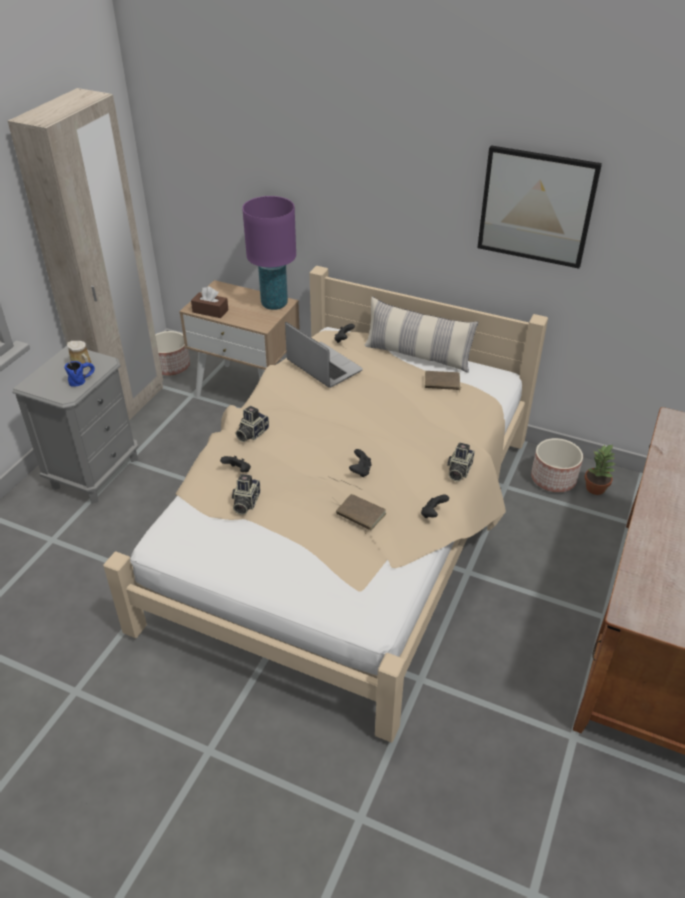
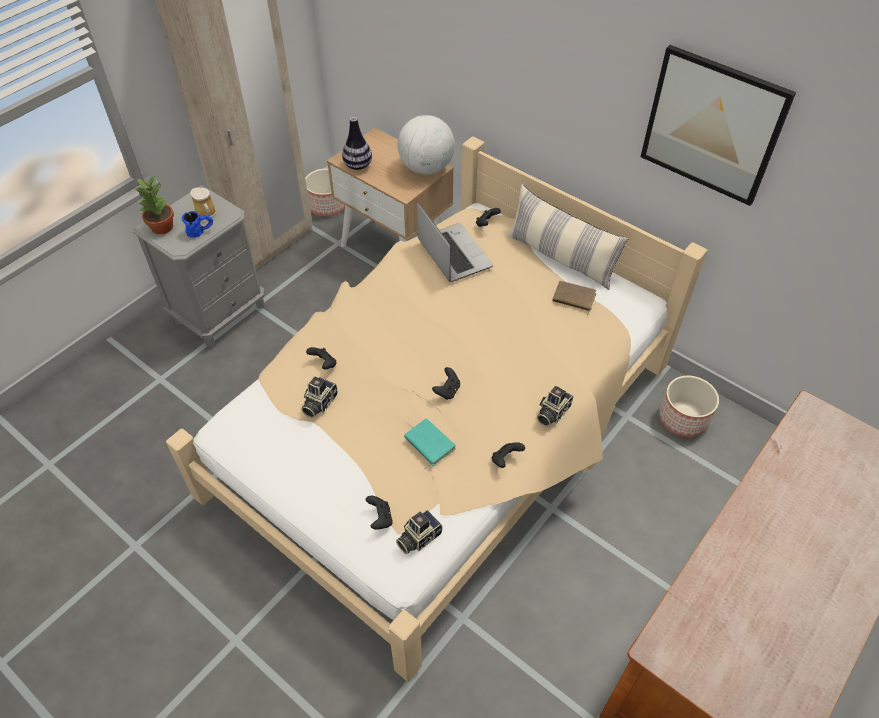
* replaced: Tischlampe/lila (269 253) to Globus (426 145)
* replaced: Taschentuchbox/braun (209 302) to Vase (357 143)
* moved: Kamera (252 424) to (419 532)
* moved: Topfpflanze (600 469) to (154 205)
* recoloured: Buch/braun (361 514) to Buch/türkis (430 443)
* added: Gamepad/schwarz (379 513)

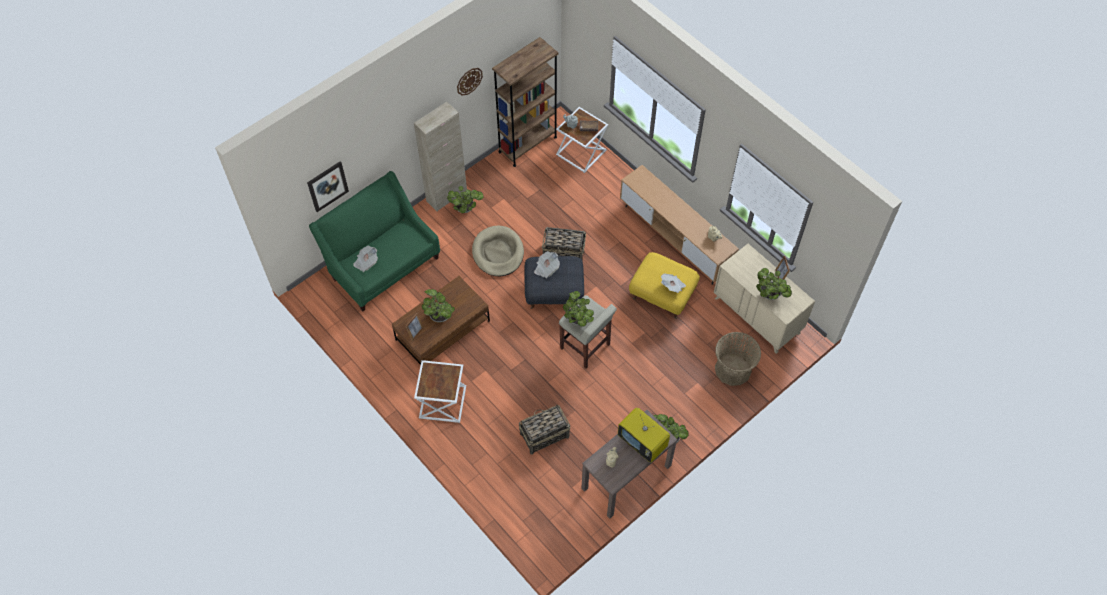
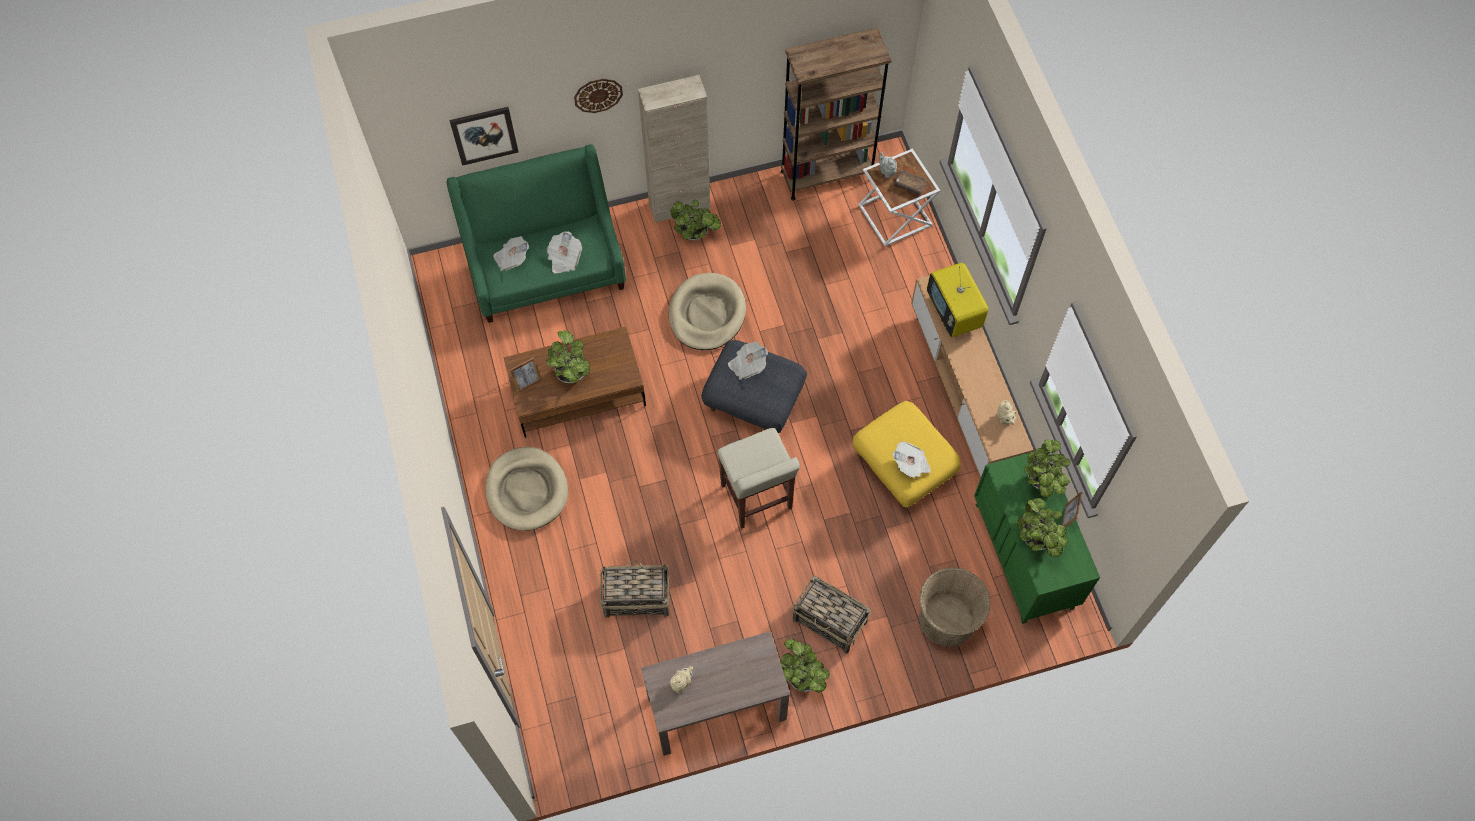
* moved: Wanduhr (470 82) to (598 96)
* moved: Korb (564 243) to (831 614)
* recoloured: Kommode/beige (764 299) to Kommode/grün (1037 537)
* moved: Topfpflanze (578 309) to (1048 469)
* replaced: Beistelltisch/weiß (440 391) to Hundebett/beige (526 489)
* moved: Fernseher (644 435) to (958 300)
* added: Zeitung (564 252)

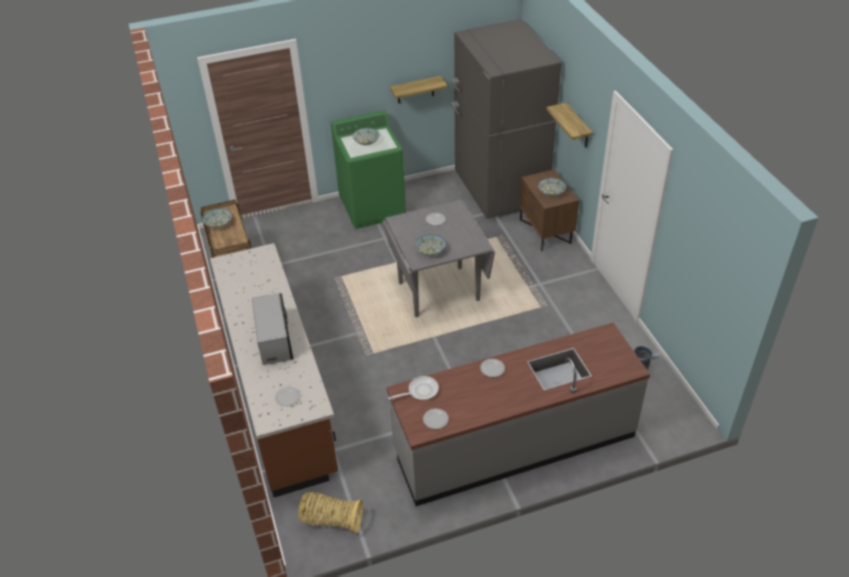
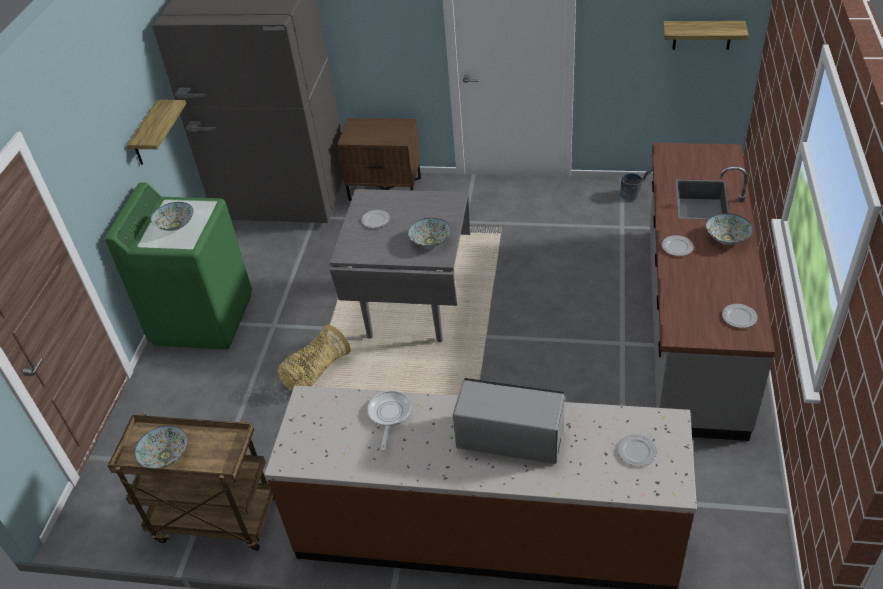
* moved: Wandregal (569 125) to (706 35)
* moved: Schüssel (552 187) to (729 228)
* moved: Pfanne (413 388) to (389 421)
* moved: Korb (330 512) to (313 358)

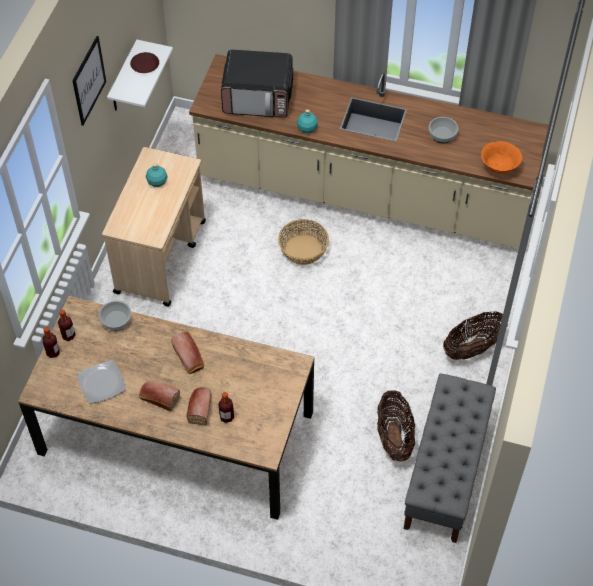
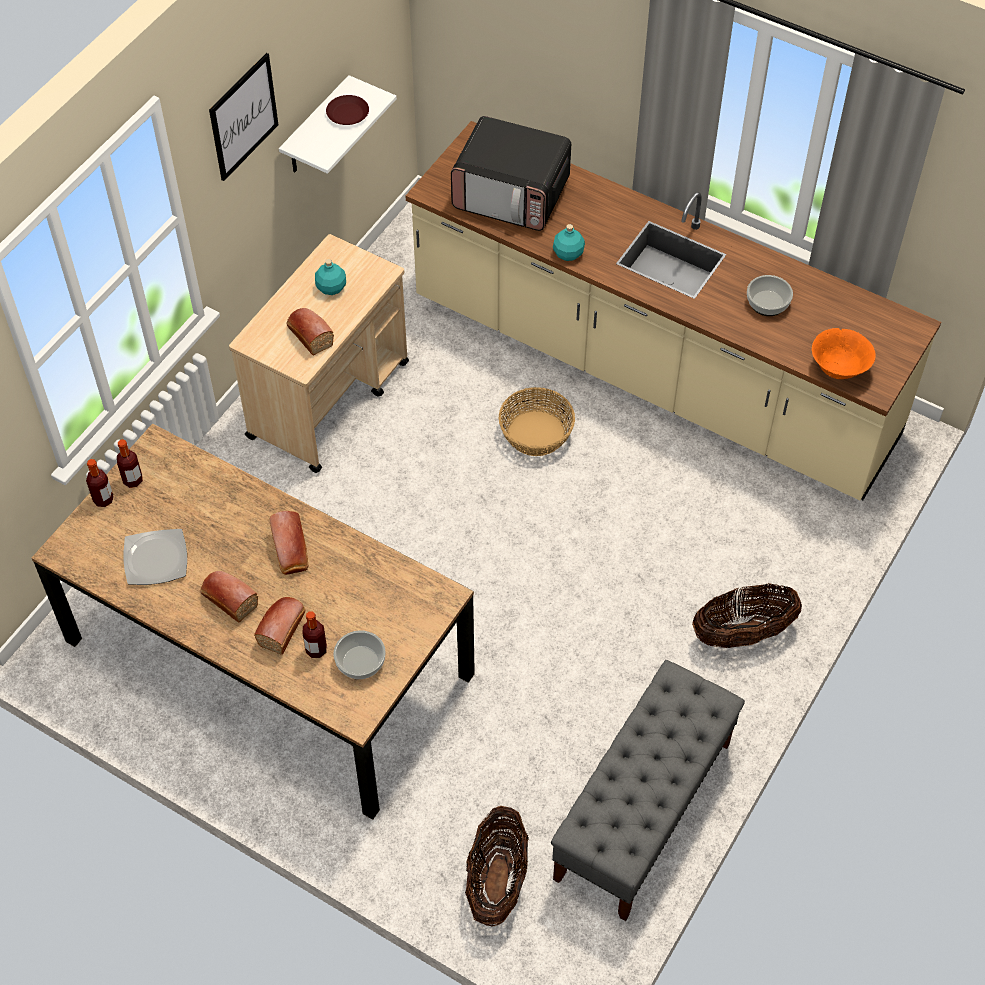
* moved: Schüssel (115 316) to (359 654)
* moved: Korb (396 425) to (497 866)
* added: Brot (310 332)

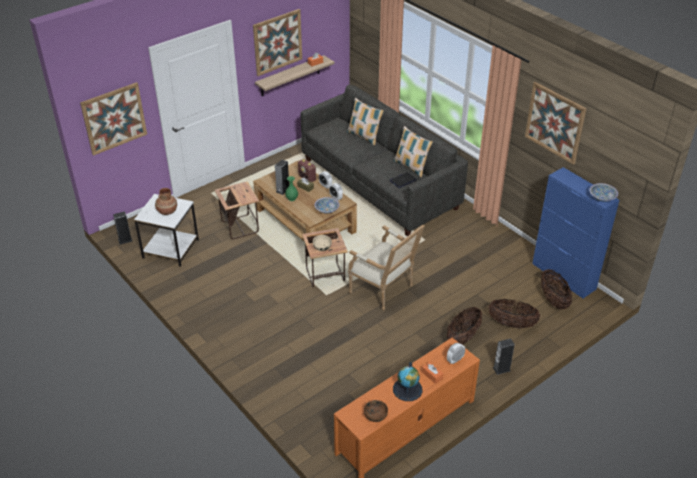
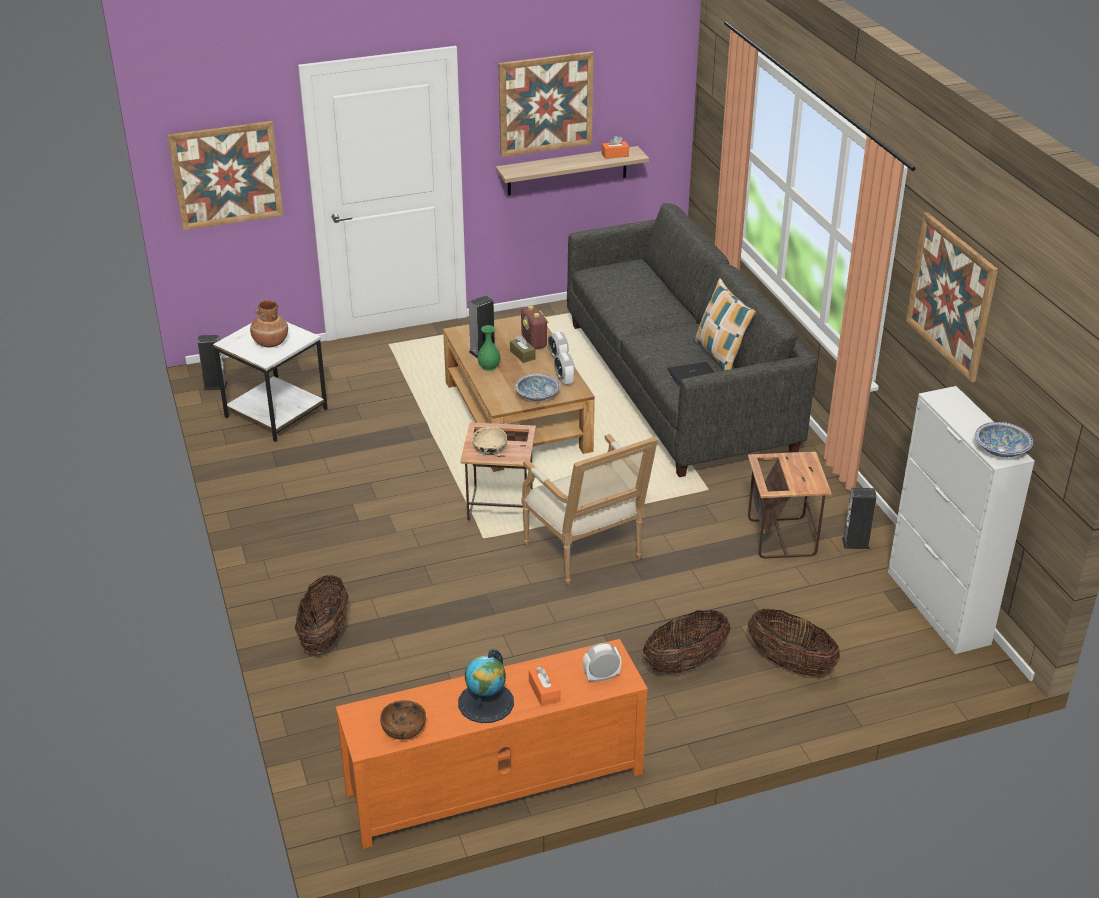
* removed: Kissen (365 121)
* recoloured: Schrank/blau (576 232) to Schrank/weiß (961 520)
* moved: Beistelltisch (237 210) to (790 505)
* moved: Korb (556 289) to (321 614)
* moved: Lautsprecher (503 356) to (859 518)

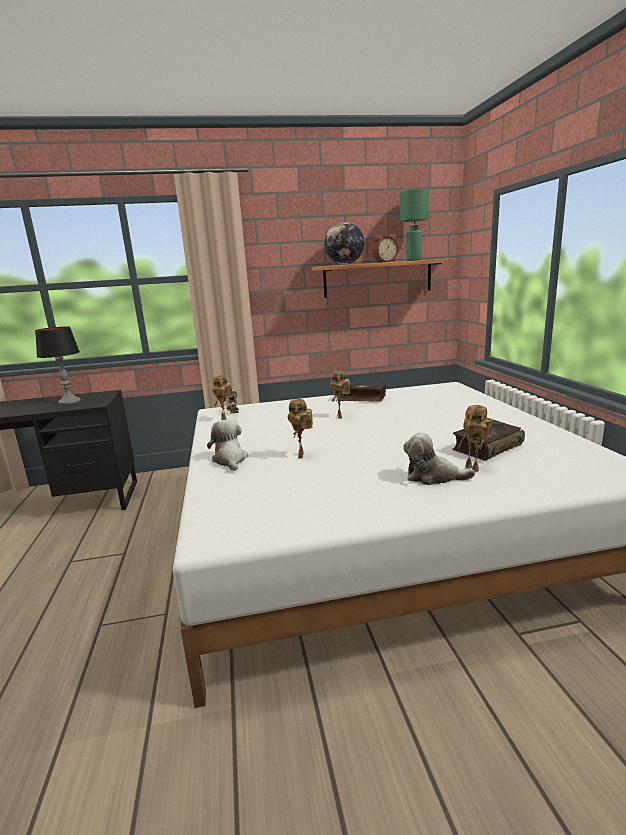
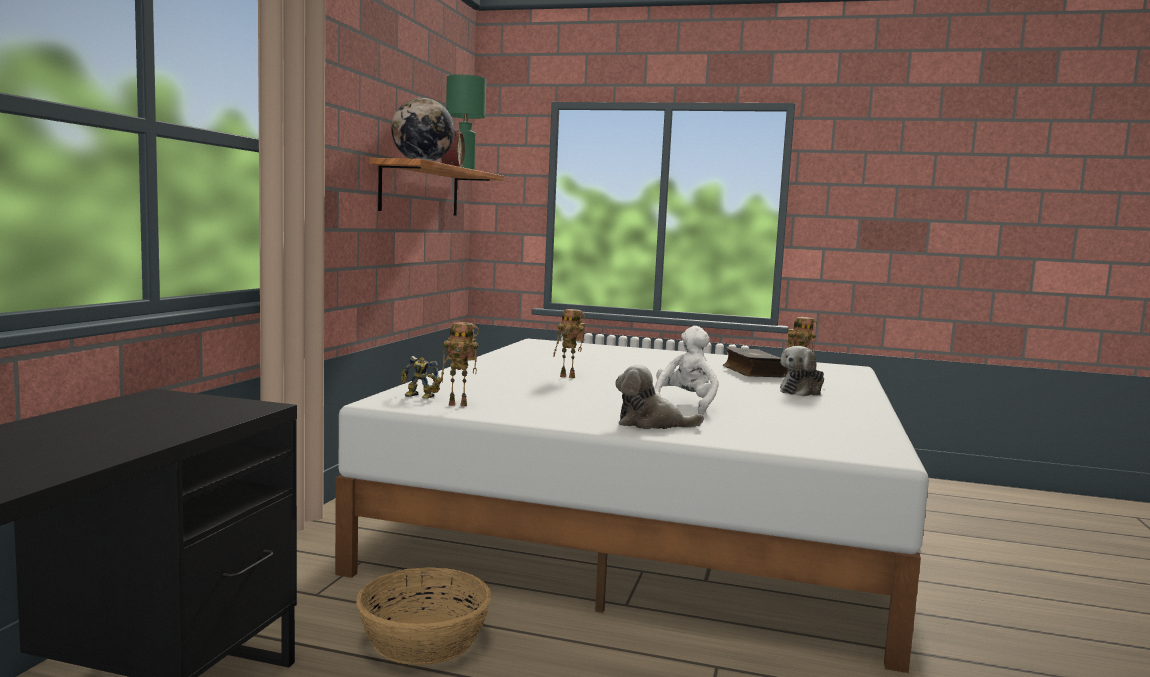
* removed: Tischlampe (58 366)
* removed: Buch (363 393)
* replaced: Spielzeugroboter (300 428) to Plüschtier/weiß (686 370)
* added: Korb (423 616)

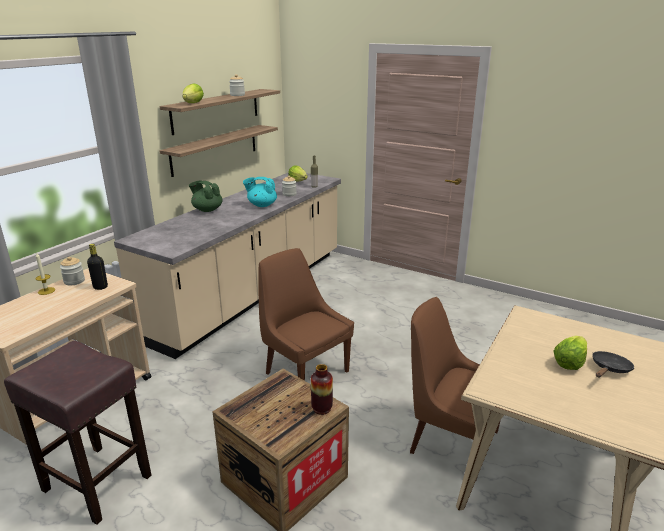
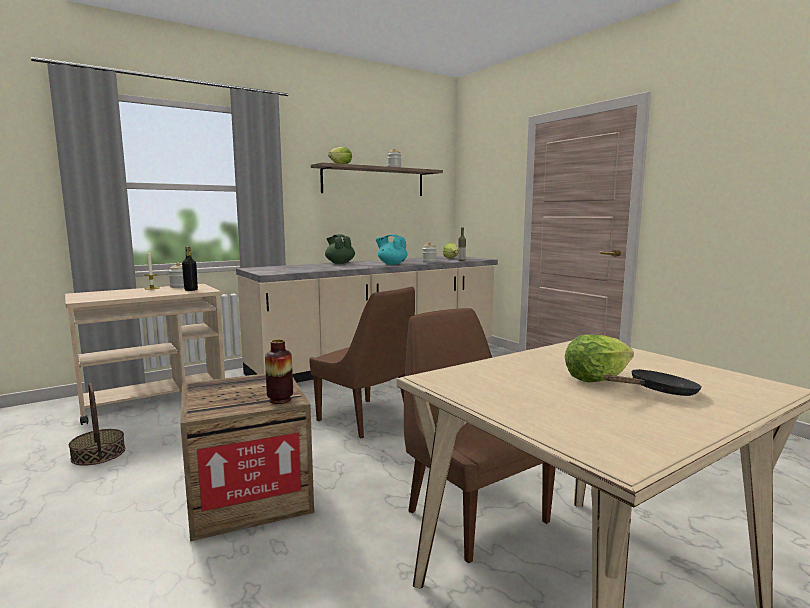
* removed: Wandregal (218 151)
* turned: Stuhl/braun (306 314) = (362 362) 150 degrees clockwise
* replaced: Hocker/braun (78 433) to Korb (97 424)

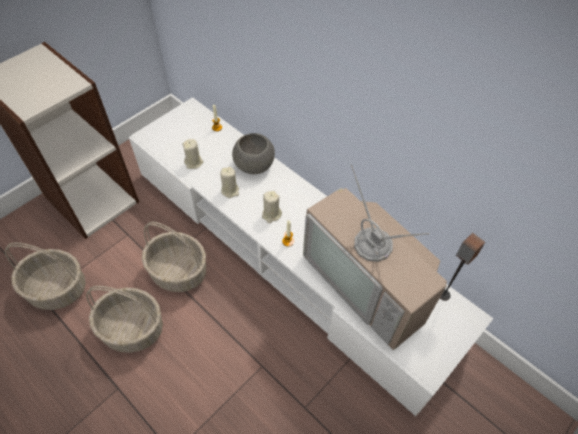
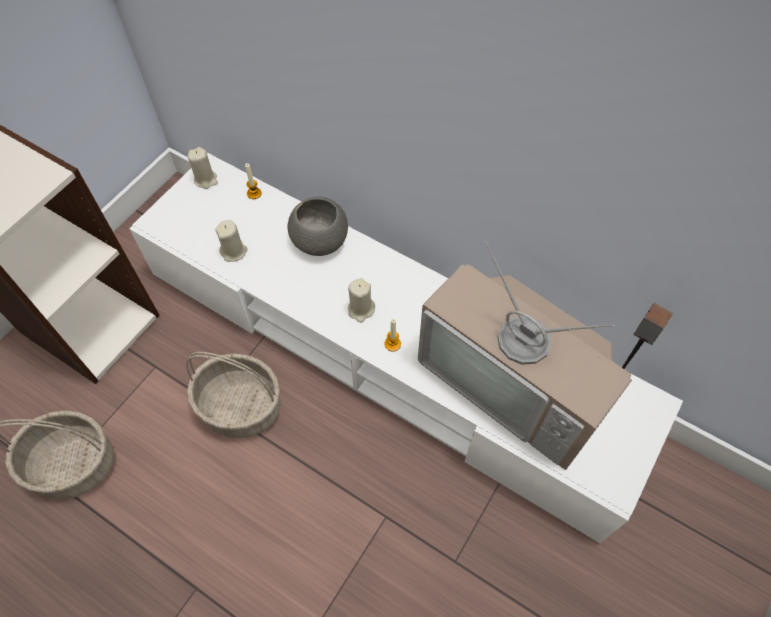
* moved: Kerze/beige (229 182) to (203 168)
* removed: Korb (124 319)

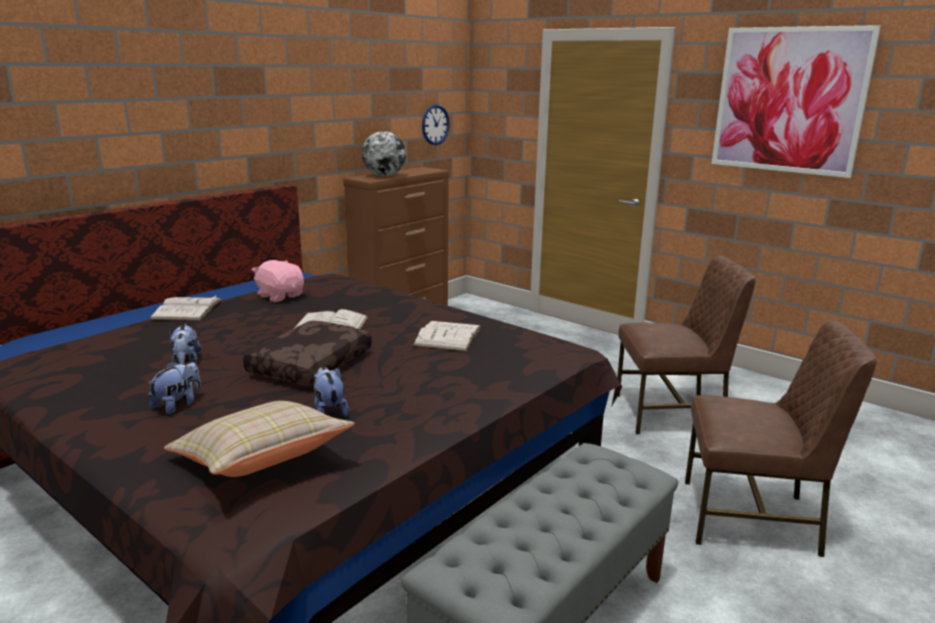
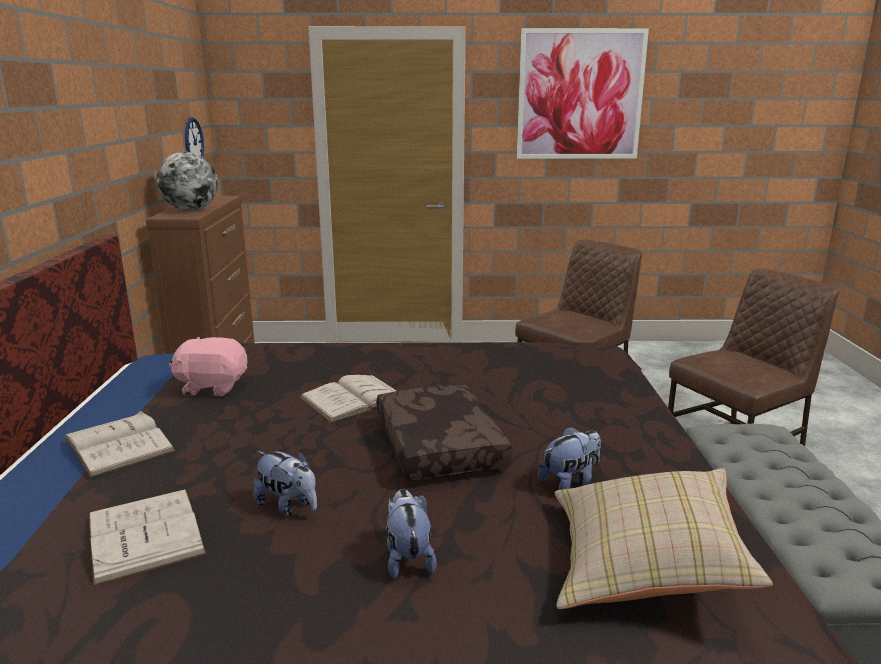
* moved: Buch/weiß (447 336) to (147 537)
* turned: Plüschtier (331 391) = (569 458) 120 degrees clockwise

